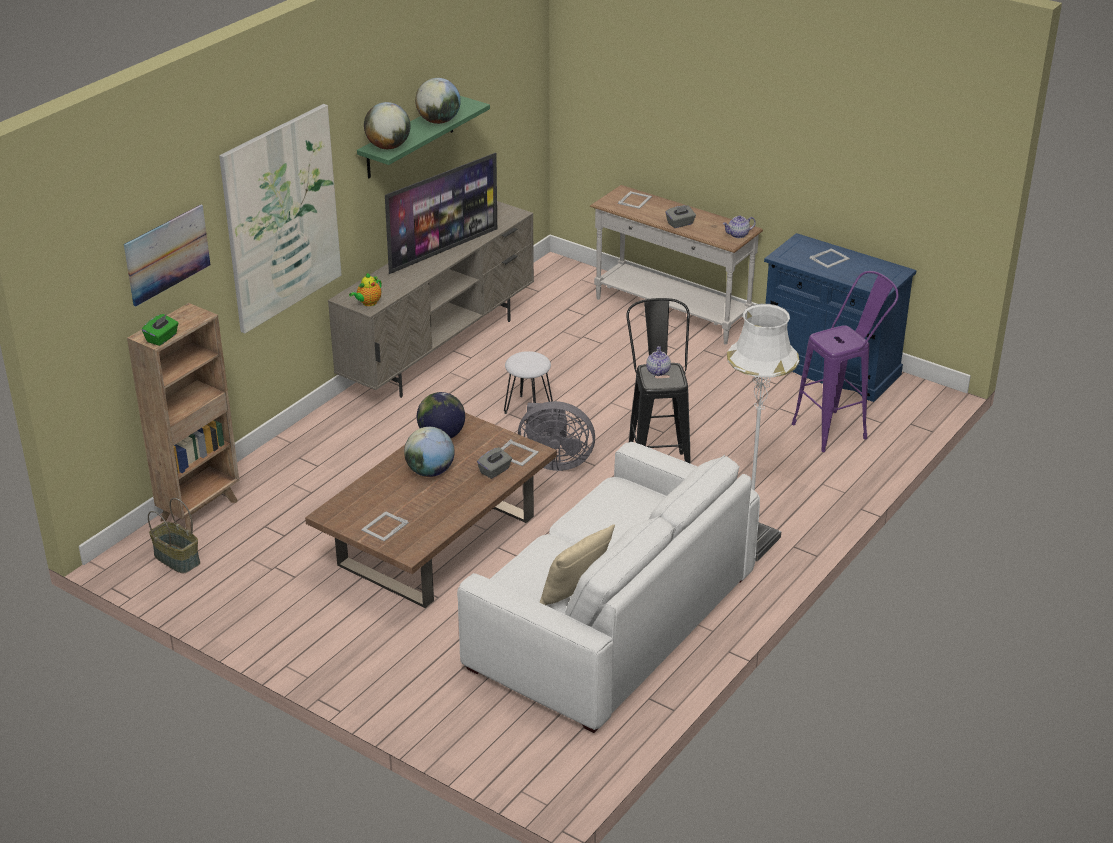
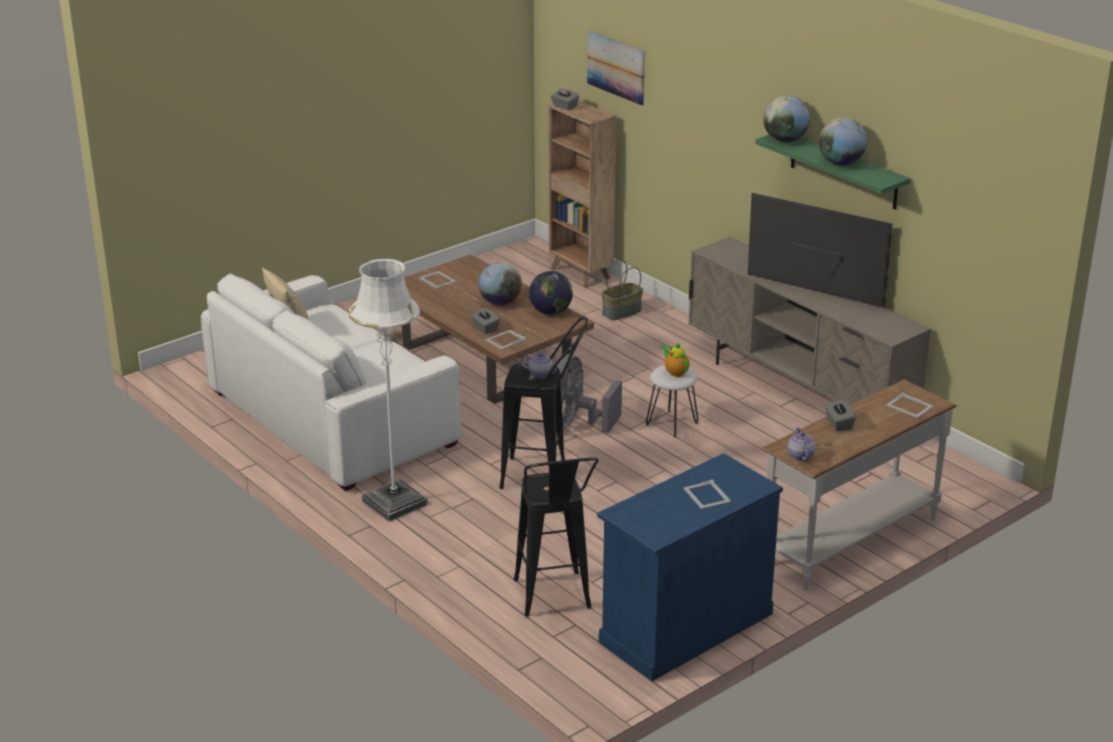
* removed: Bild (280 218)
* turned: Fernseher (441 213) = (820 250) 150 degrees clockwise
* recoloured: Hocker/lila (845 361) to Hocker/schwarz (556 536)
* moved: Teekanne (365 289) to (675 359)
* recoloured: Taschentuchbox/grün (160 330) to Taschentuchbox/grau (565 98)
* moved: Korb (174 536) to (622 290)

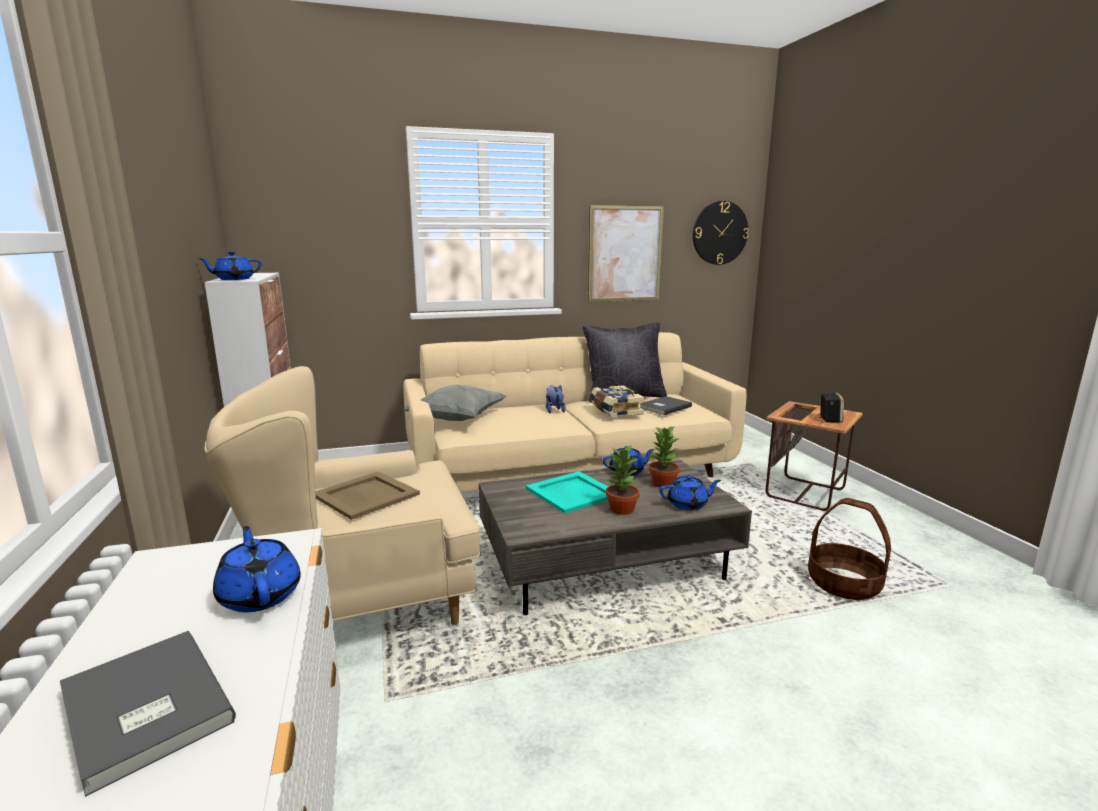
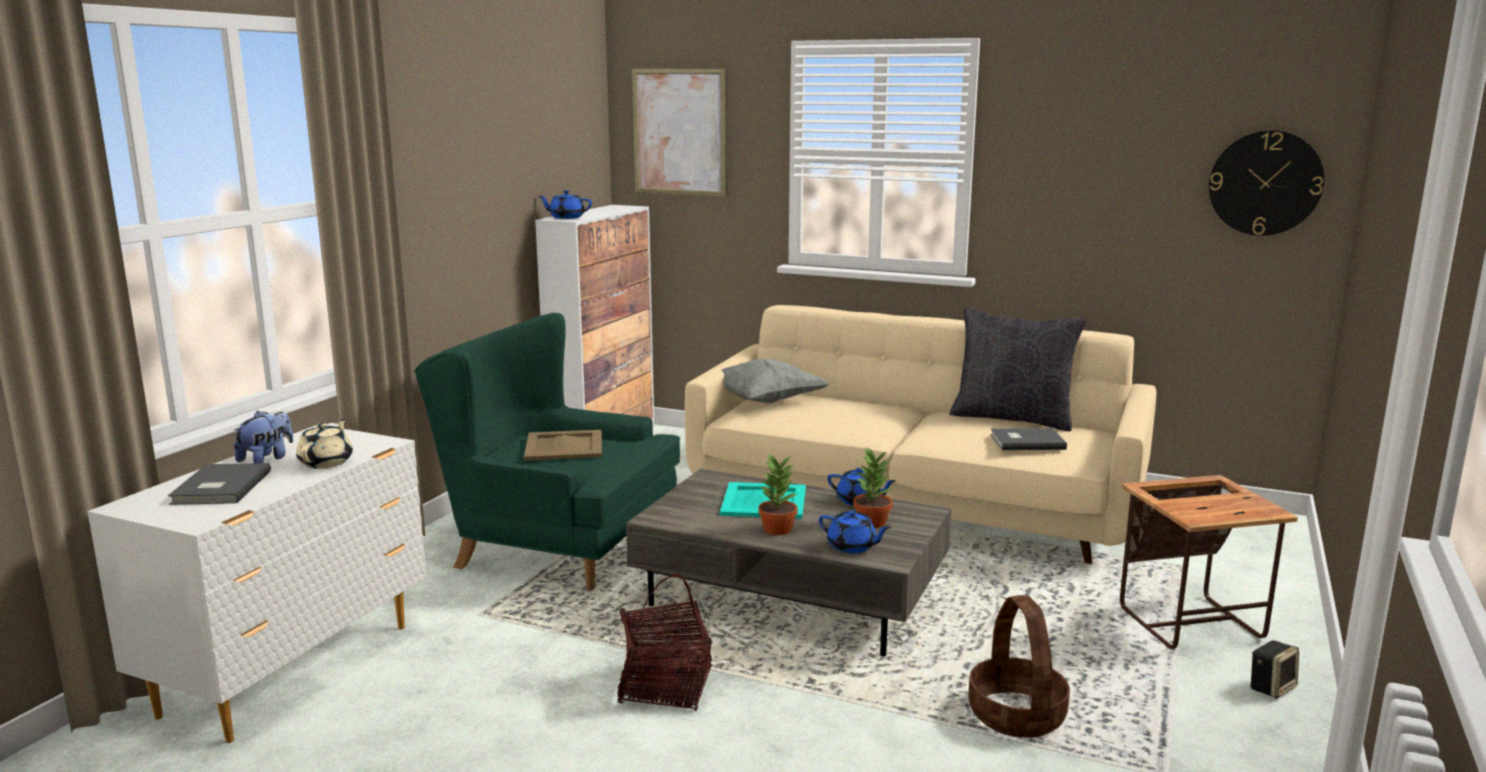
* moved: Bild (626 253) to (679 132)
* recoloured: Sessel/beige (342 495) to Sessel/grün (547 451)
* moved: Plüschtier (556 399) to (263 437)
* removed: Buch (617 401)
* moved: Lautsprecher (831 407) to (1274 669)
* recoloured: Teekanne/blau (257 569) to Teekanne/beige (324 444)
* added: Korb (664 642)

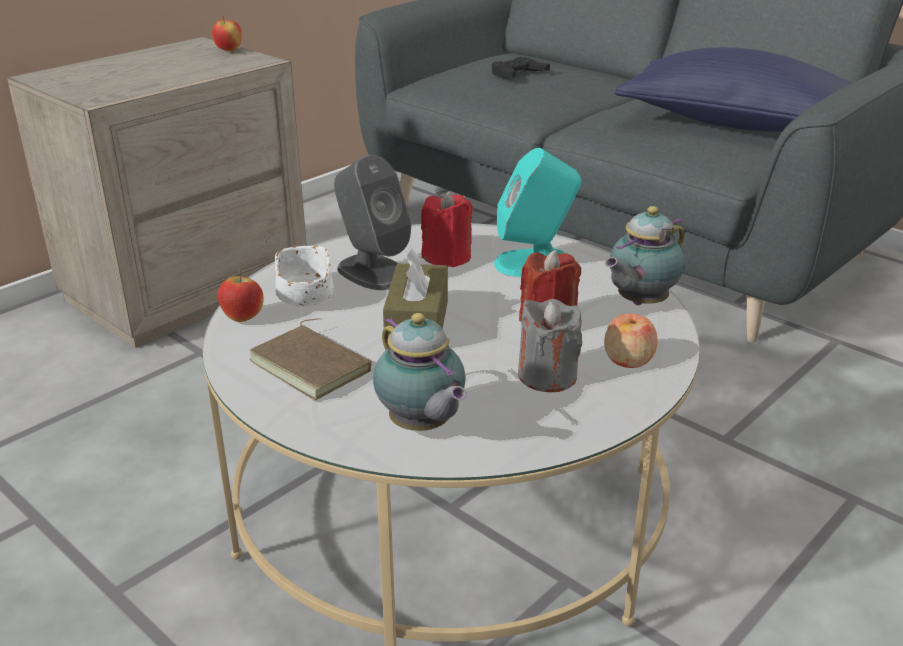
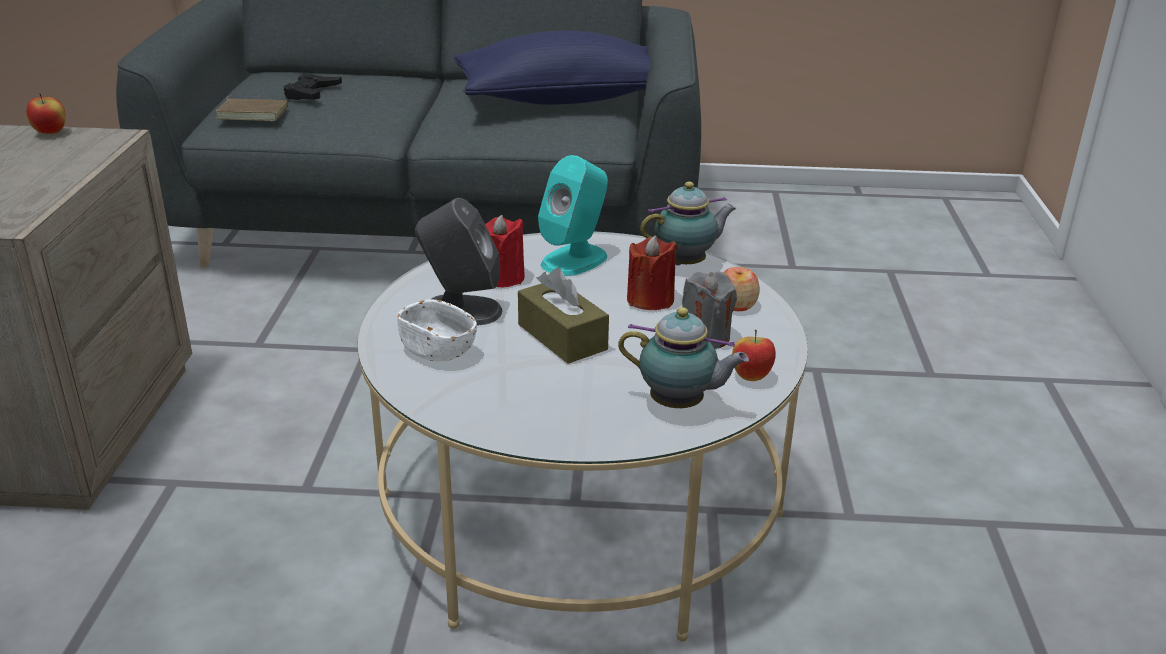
* turned: Teekanne (645 255) = (688 223) 120 degrees counterclockwise
* moved: Apfel (241 296) to (754 355)
* moved: Buch/braun (310 359) to (252 108)

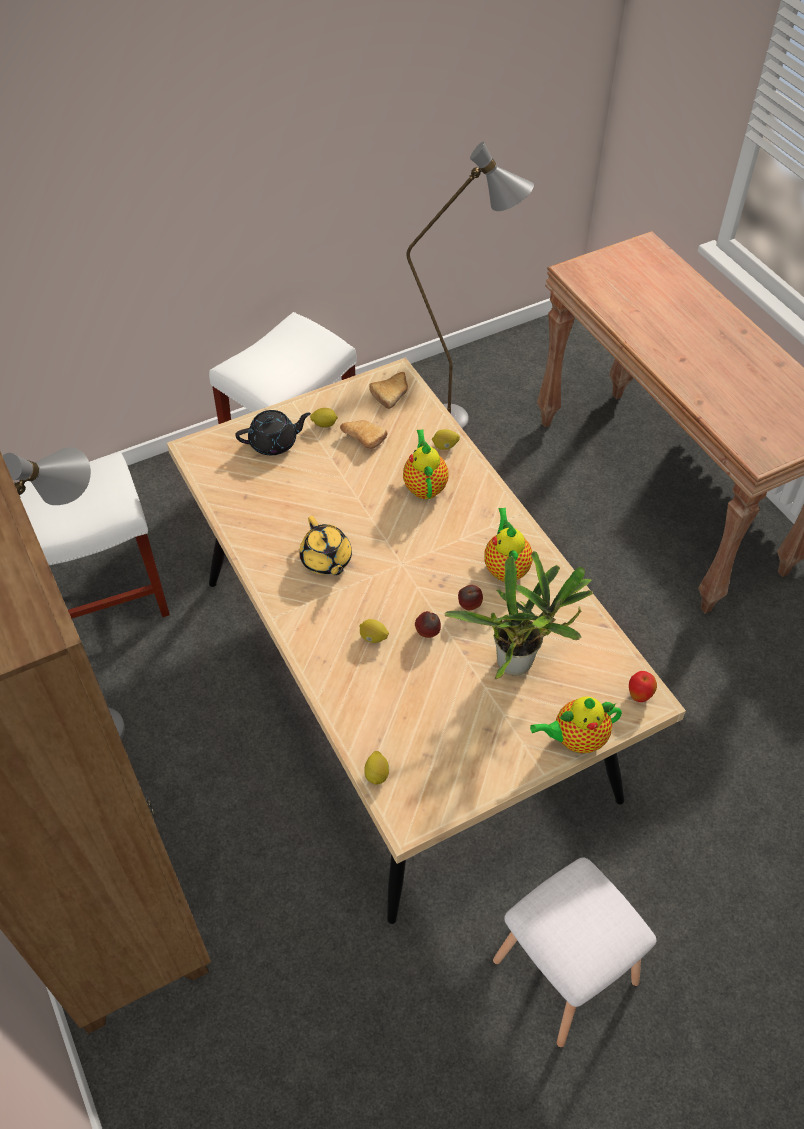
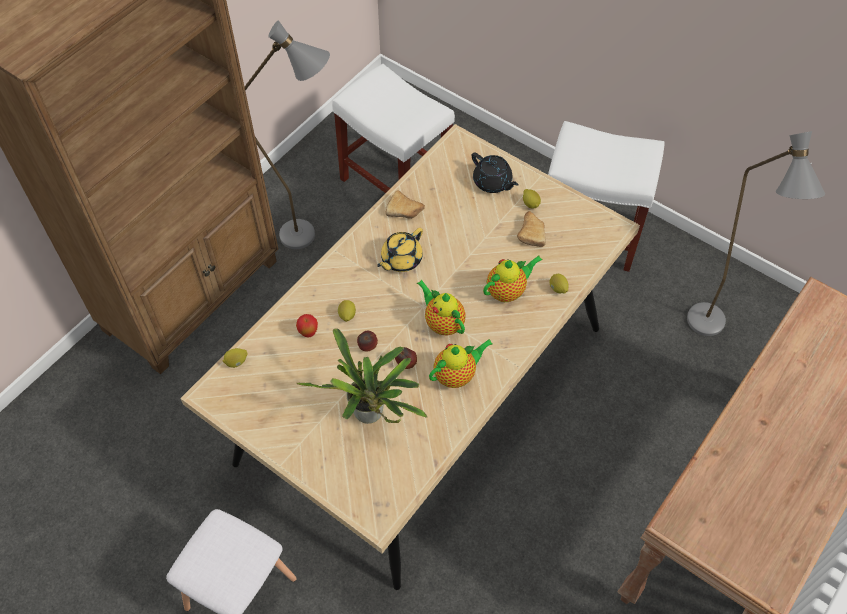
* moved: Brot (388 390) to (405 204)
* moved: Apfel (643 686) to (307 325)
* moved: Teekanne (576 724) to (441 307)

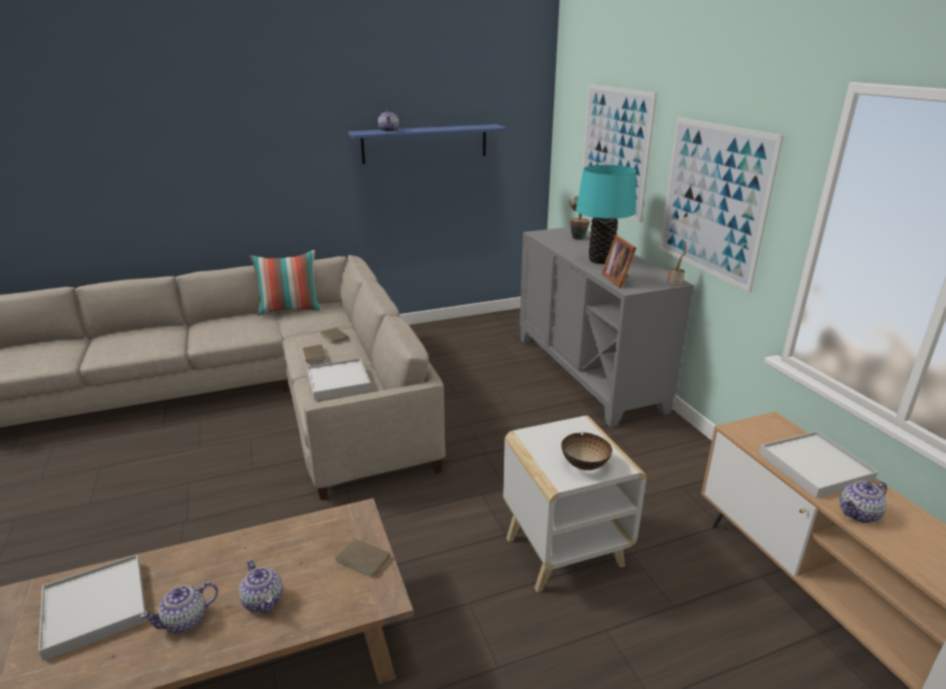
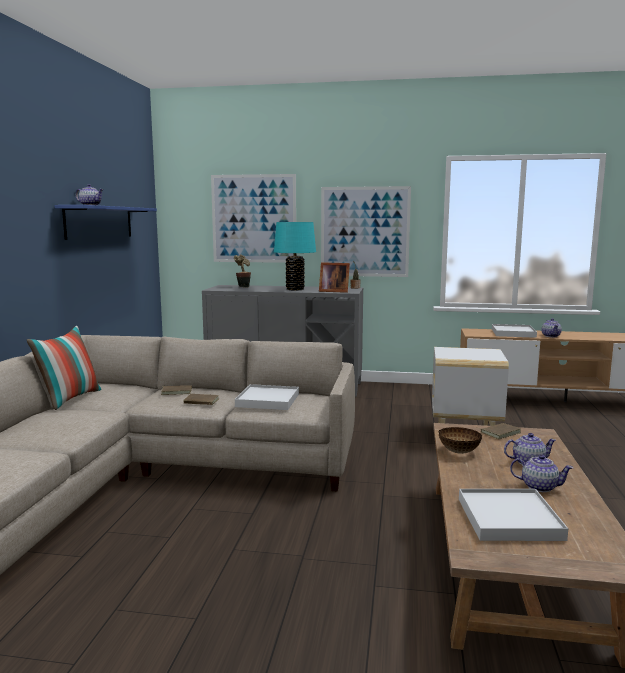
* moved: Schüssel (587 451) to (460 440)
* turned: Teekanne (179 607) = (541 473) 60 degrees counterclockwise

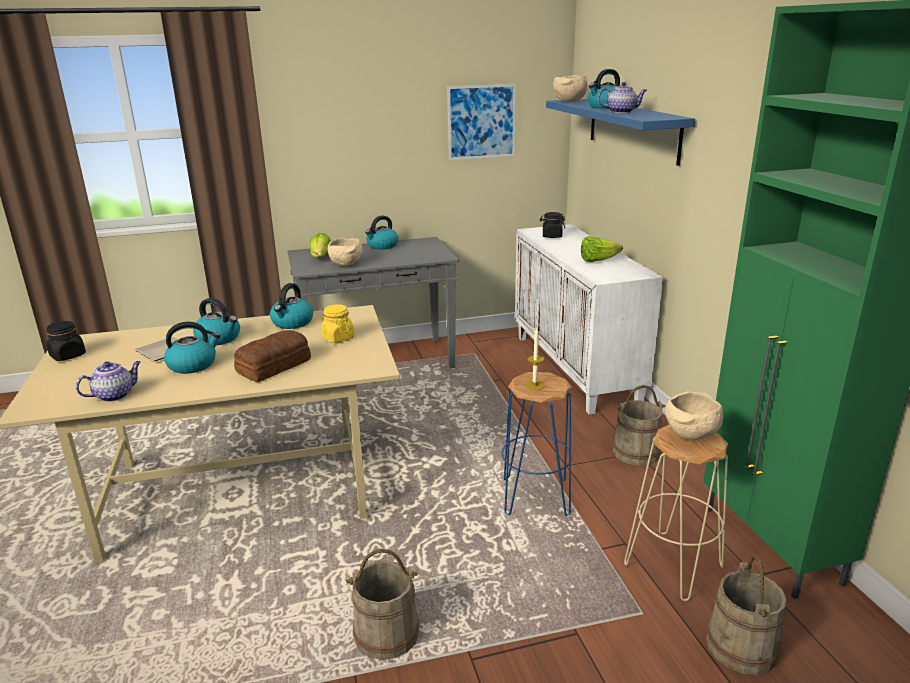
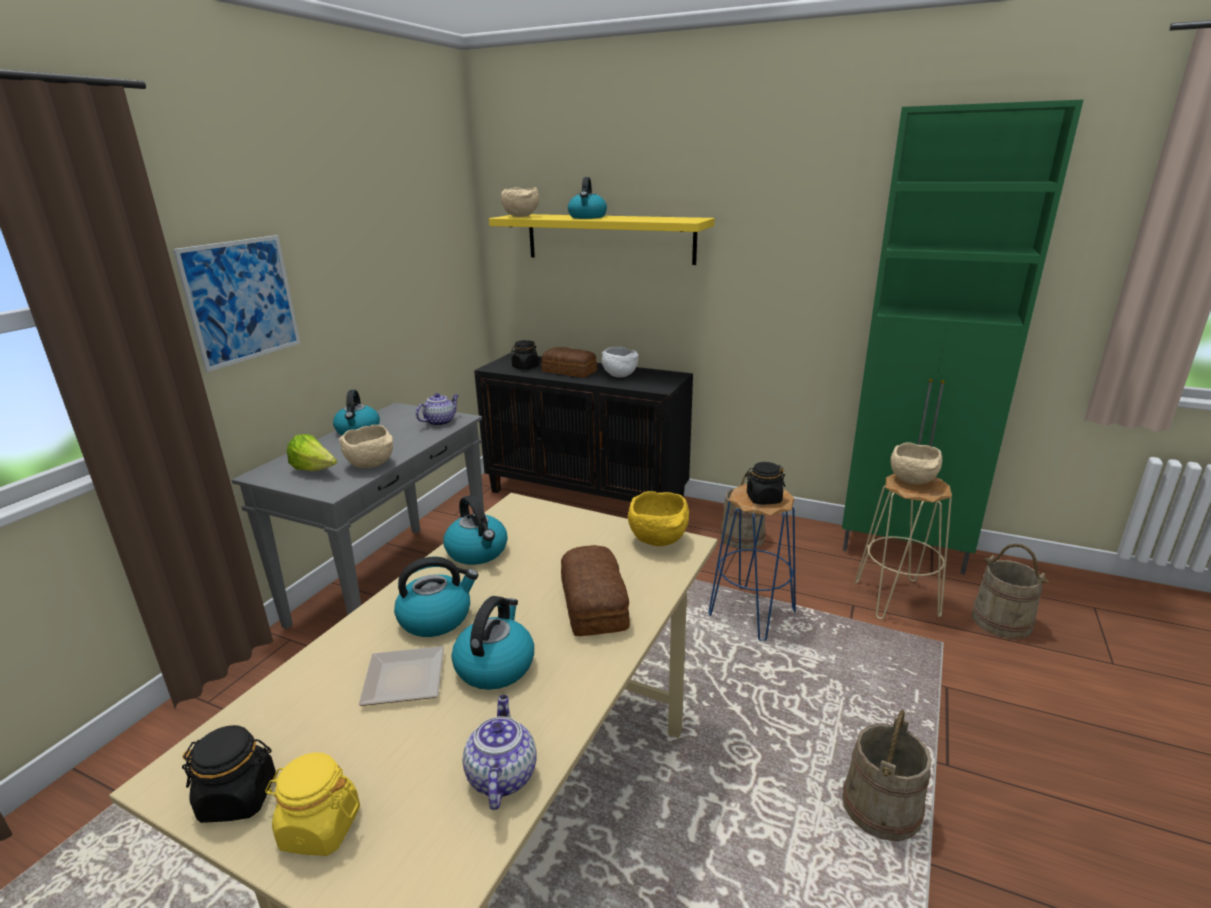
* moved: Teekanne (622 97) to (437 409)
* moved: Bild (481 122) to (236 303)
* recoloured: Wandregal/blau (620 132) to Wandregal/gelb (602 239)
* recoloured: Schrank/weiß (589 319) to Schrank/schwarz (583 427)
* replaced: Salatkopf (602 249) to Schüssel/weiß (620 362)
* moved: Vorratsglas/gelb (338 323) to (312 804)
* replaced: Kerze (535 359) to Vorratsglas/schwarz (765 483)
* added: Brot (569 362)
* added: Schüssel/gelb (658 518)

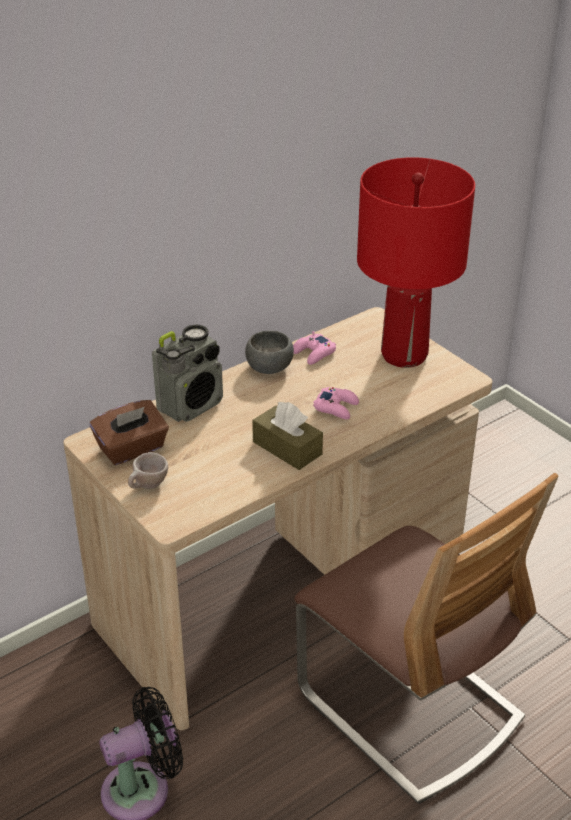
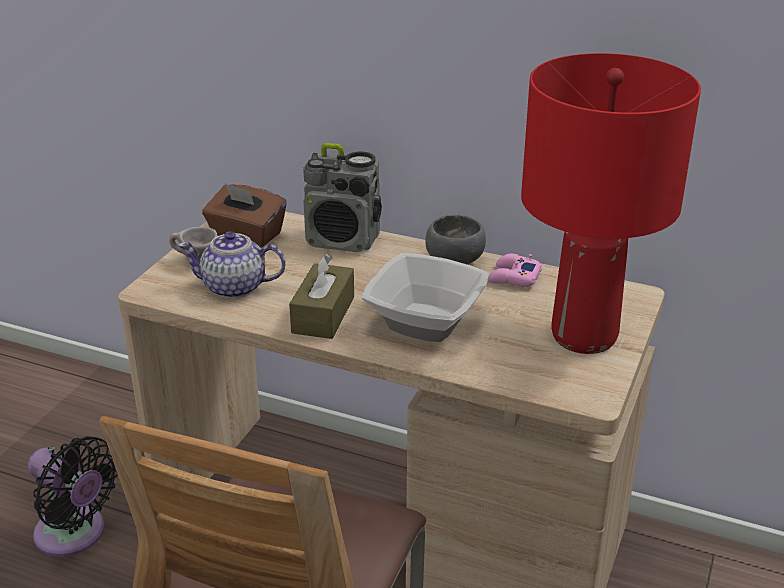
* replaced: Gamepad/rosa (336 403) to Schüssel (425 297)
* added: Teekanne (232 265)

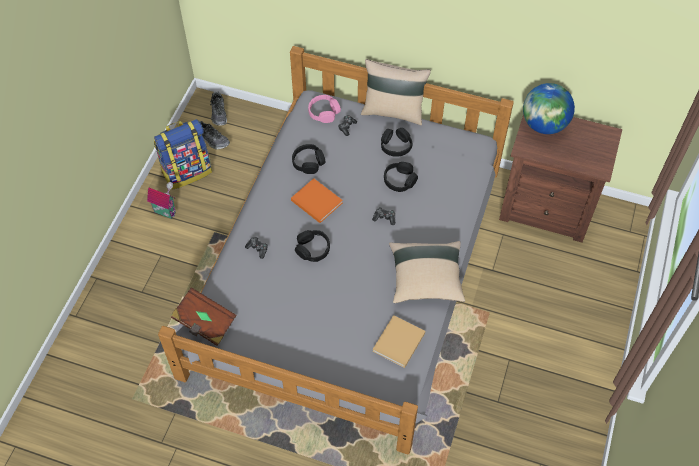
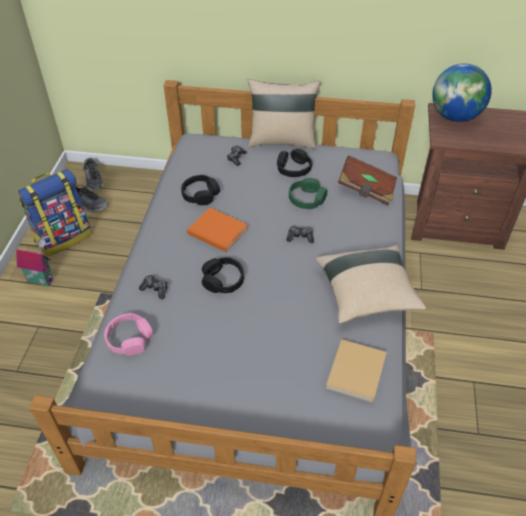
* moved: Kopfhörer/rosa (324 109) to (128 334)
* recoloured: Kopfhörer/schwarz (401 177) to Kopfhörer/grün (308 193)
* moved: Buch/braun (203 316) to (367 180)

